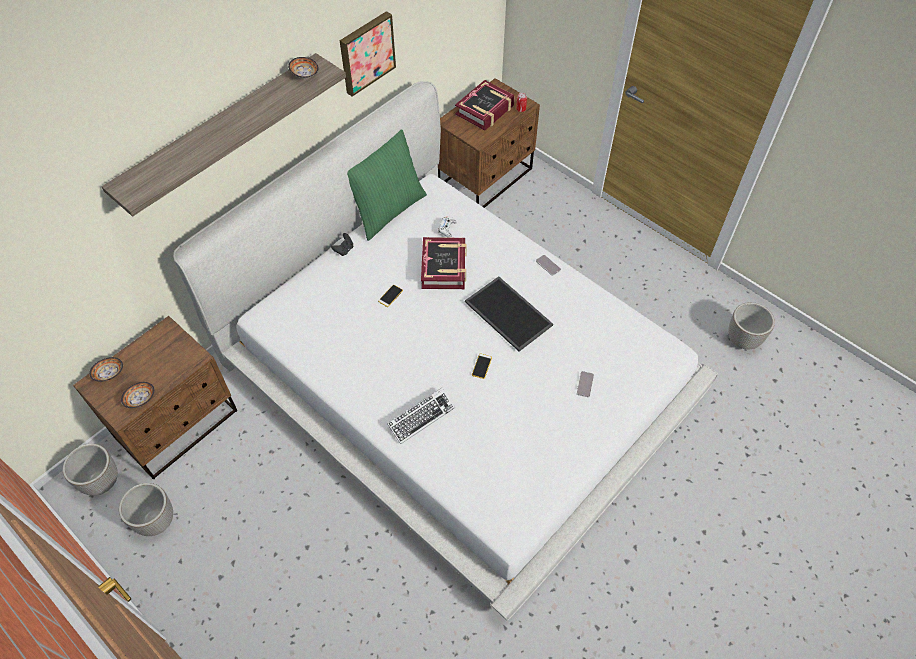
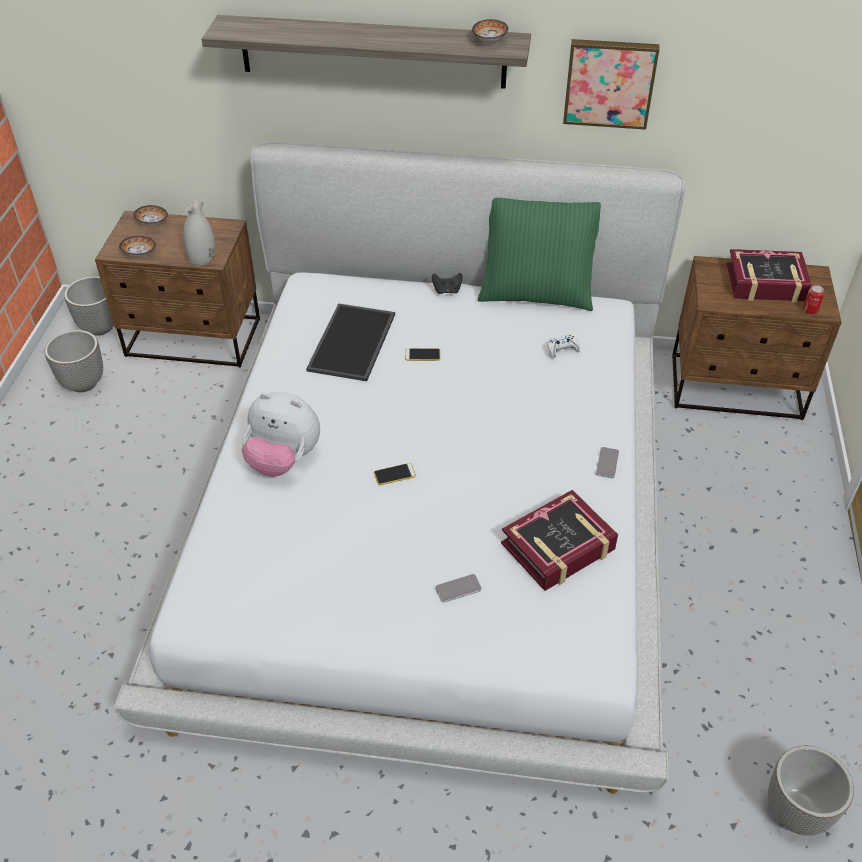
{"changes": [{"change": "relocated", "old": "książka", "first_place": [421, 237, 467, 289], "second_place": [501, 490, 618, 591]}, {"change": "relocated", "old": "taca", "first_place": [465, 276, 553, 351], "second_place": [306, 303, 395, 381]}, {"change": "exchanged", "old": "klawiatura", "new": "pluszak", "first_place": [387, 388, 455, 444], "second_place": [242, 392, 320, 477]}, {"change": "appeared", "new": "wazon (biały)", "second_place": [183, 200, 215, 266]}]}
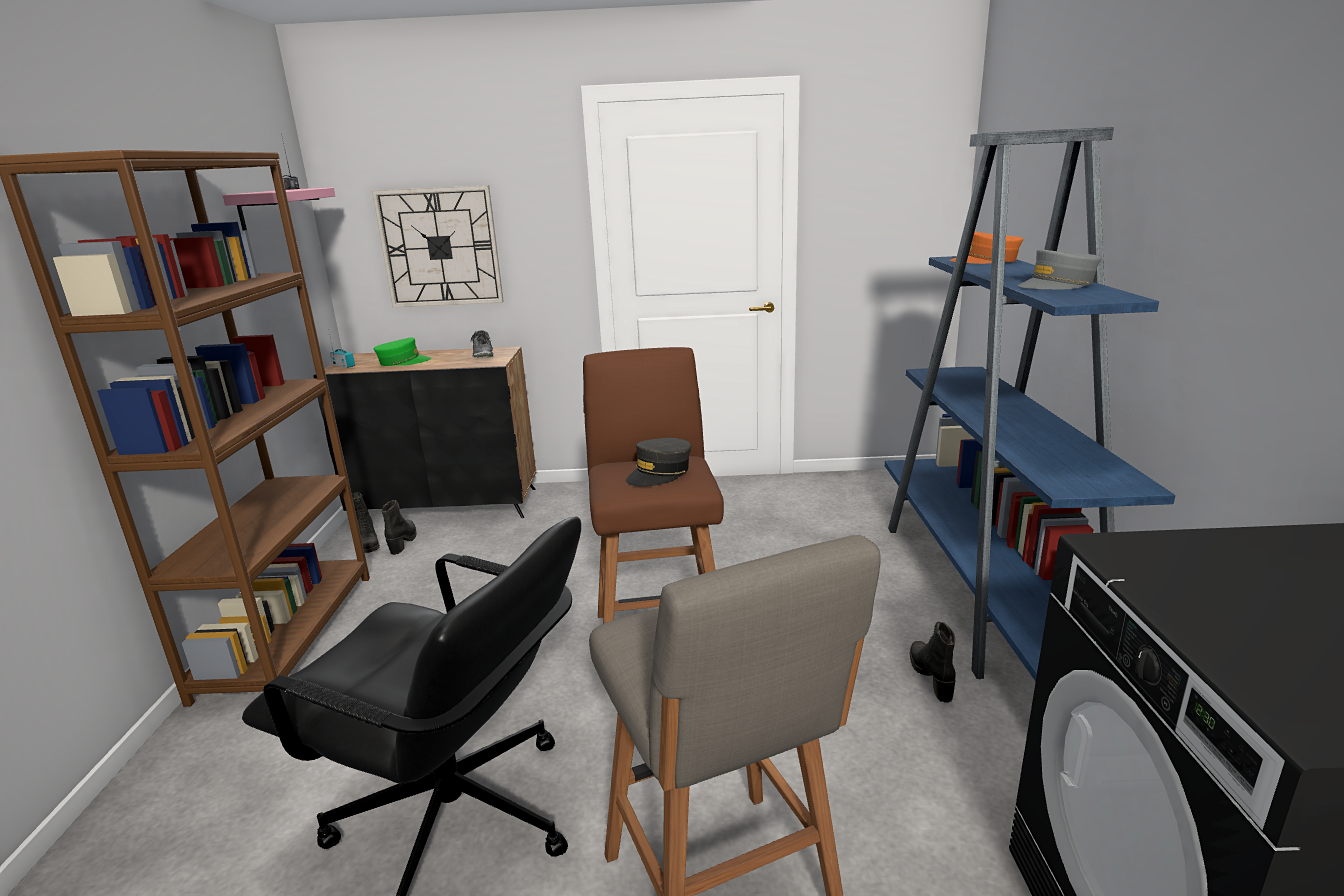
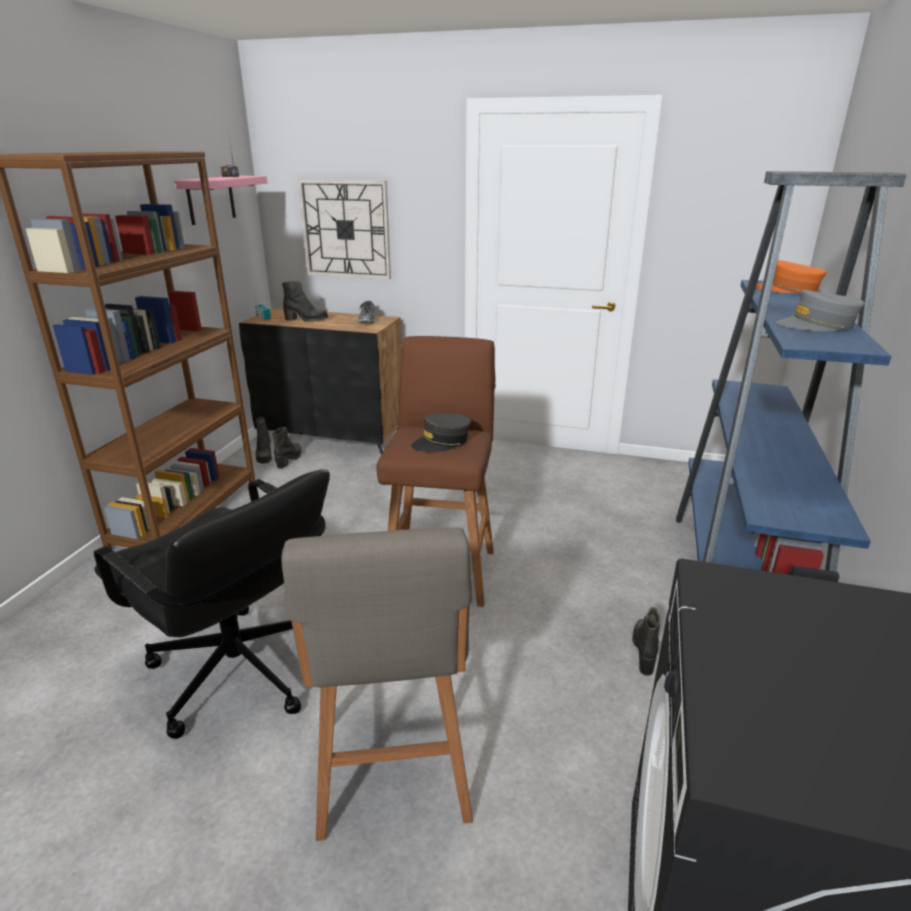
{"changes": [{"change": "exchanged", "old": "czapka z daszkiem (zielony)", "new": "but z cholewką (czarny)", "first_place": [374, 337, 432, 366], "second_place": [282, 281, 328, 322]}]}
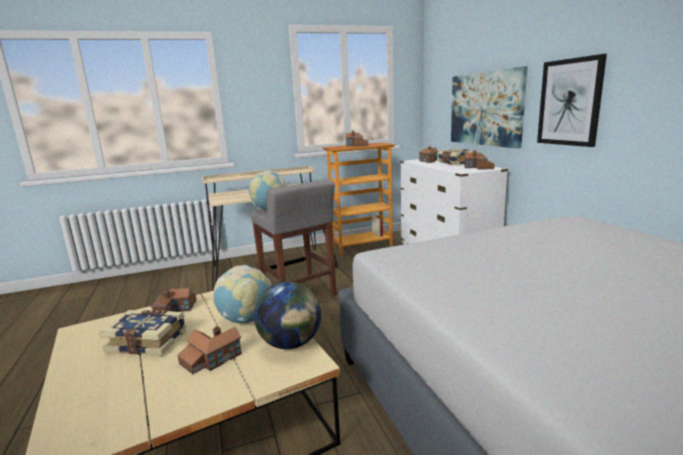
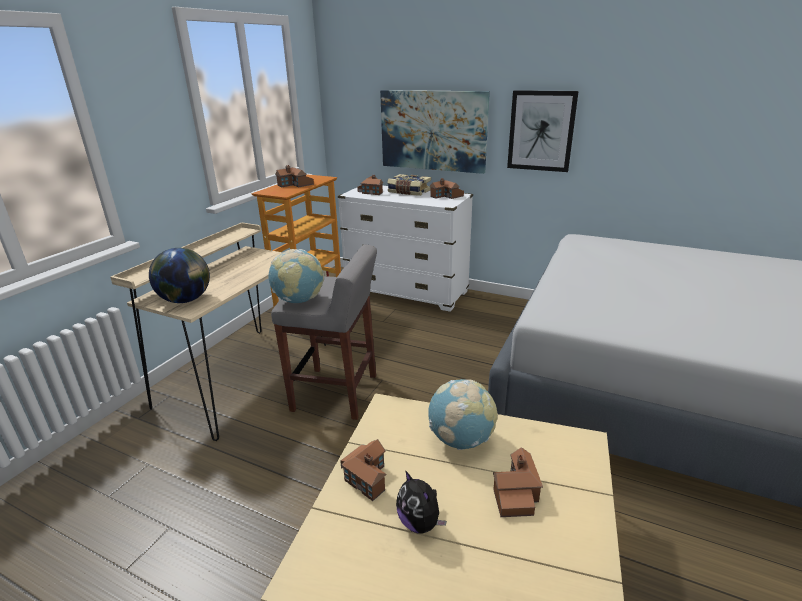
{"changes": [{"change": "relocated", "old": "globus", "first_place": [254, 282, 321, 349], "second_place": [149, 248, 210, 303]}, {"change": "exchanged", "old": "książka", "new": "pluszak", "first_place": [99, 310, 186, 355], "second_place": [396, 470, 447, 534]}]}
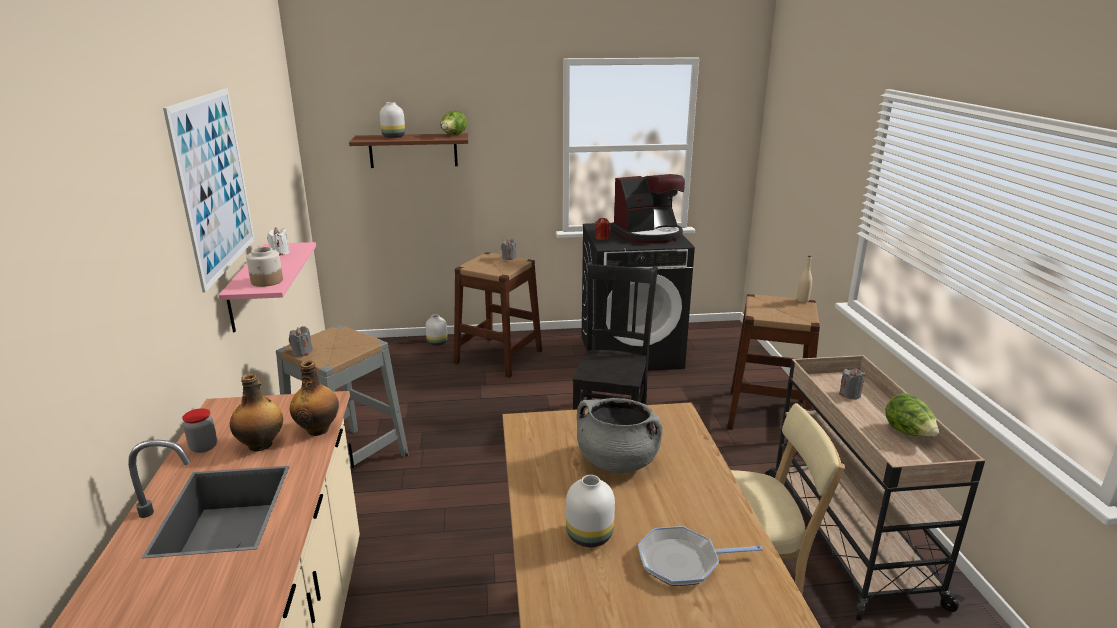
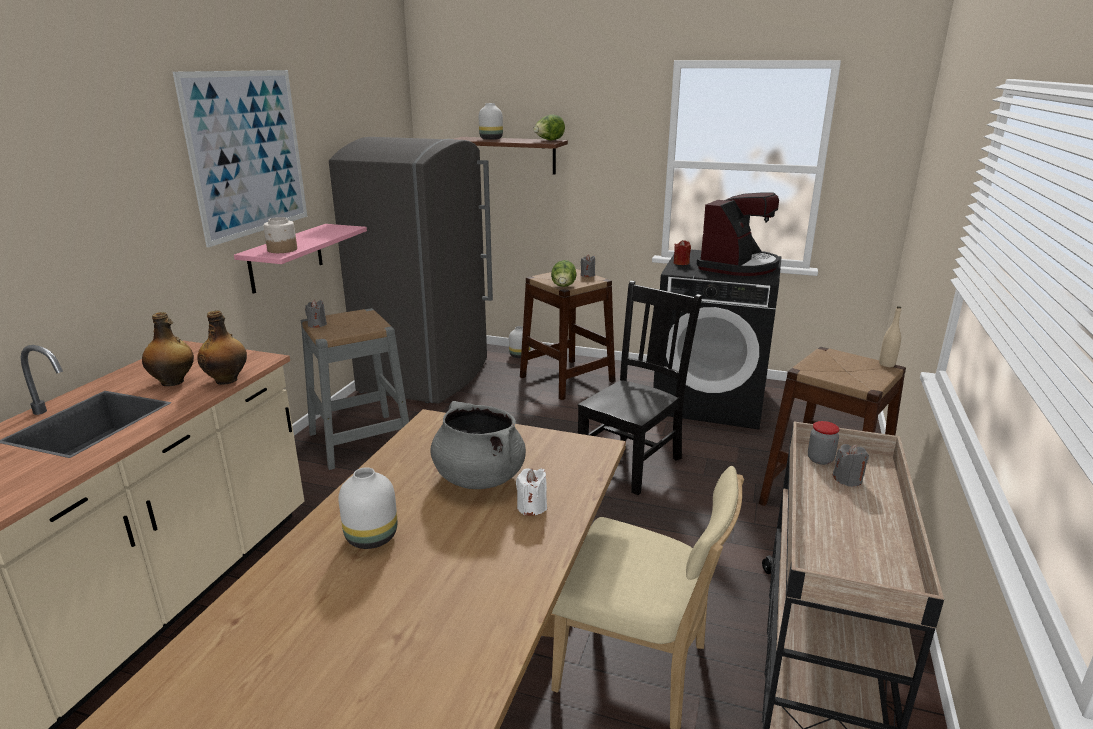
{"changes": [{"change": "spun", "old": "ekspres do kawy", "first_place": [610, 174, 685, 243], "second_place": [696, 193, 780, 276], "degrees": -60}, {"change": "relocated", "old": "świeca (biały)", "first_place": [267, 227, 290, 255], "second_place": [516, 468, 547, 516]}, {"change": "relocated", "old": "sałata", "first_place": [885, 393, 939, 437], "second_place": [551, 260, 577, 287]}, {"change": "relocated", "old": "słoik", "first_place": [182, 408, 217, 453], "second_place": [808, 421, 840, 465]}, {"change": "missing", "old": "patelnia", "first_place": [638, 526, 763, 586]}, {"change": "appeared", "new": "lodówka (szary)", "second_place": [329, 137, 493, 404]}]}
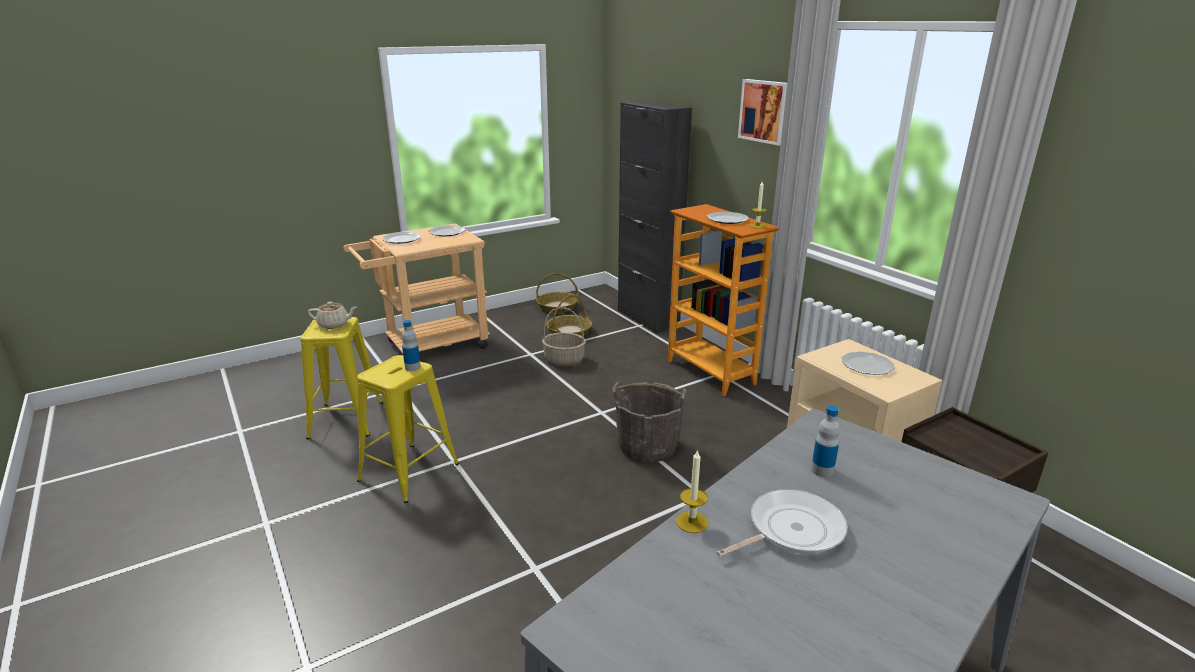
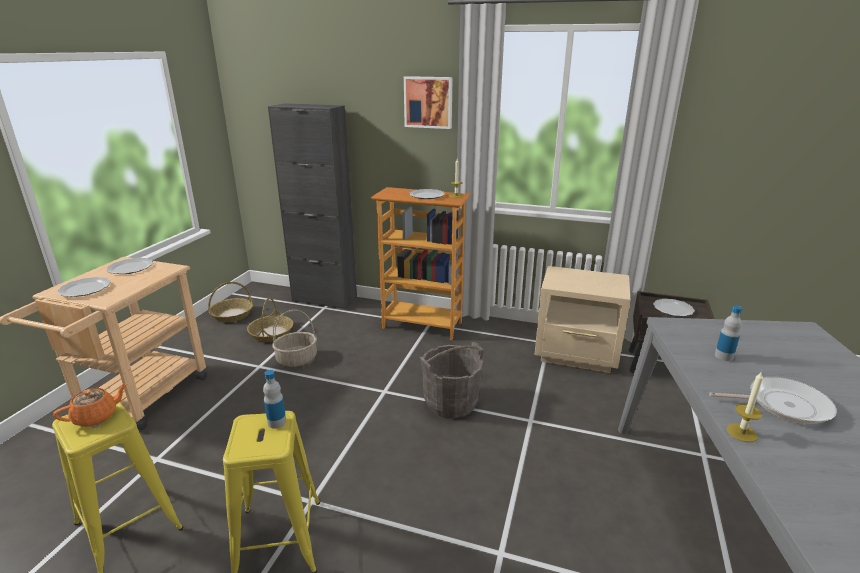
{"changes": [{"change": "colour", "old": "imbryk (beżowy)", "new": "imbryk (pomarańczowy)", "first_place": [308, 302, 357, 329], "second_place": [53, 383, 128, 427]}, {"change": "relocated", "old": "talerz", "first_place": [842, 352, 895, 375], "second_place": [653, 299, 695, 316]}, {"change": "spun", "old": "patelnia", "first_place": [716, 489, 848, 557], "second_place": [709, 377, 837, 424], "degrees": 75}]}
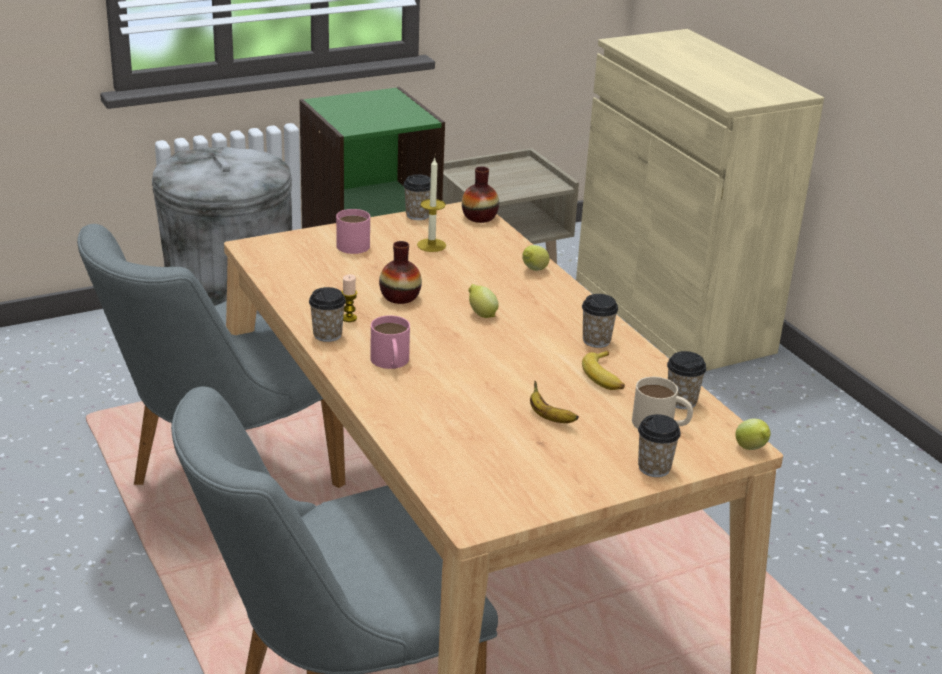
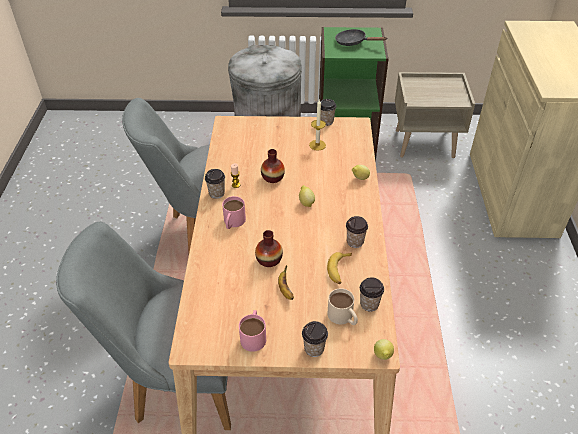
{"changes": [{"change": "relocated", "old": "wazon", "first_place": [462, 166, 499, 223], "second_place": [255, 230, 283, 267]}, {"change": "relocated", "old": "kubek (różowy)", "first_place": [336, 209, 370, 254], "second_place": [239, 310, 266, 352]}, {"change": "appeared", "new": "patelnia (czarny)", "second_place": [335, 29, 388, 46]}]}
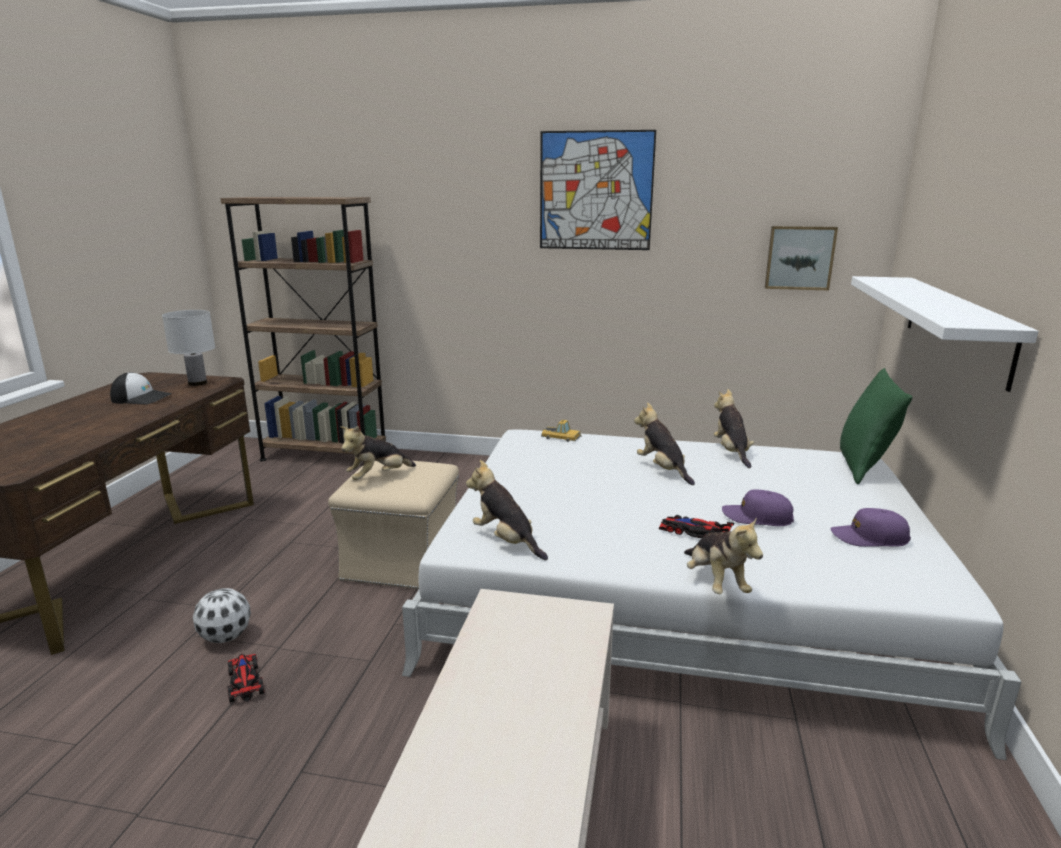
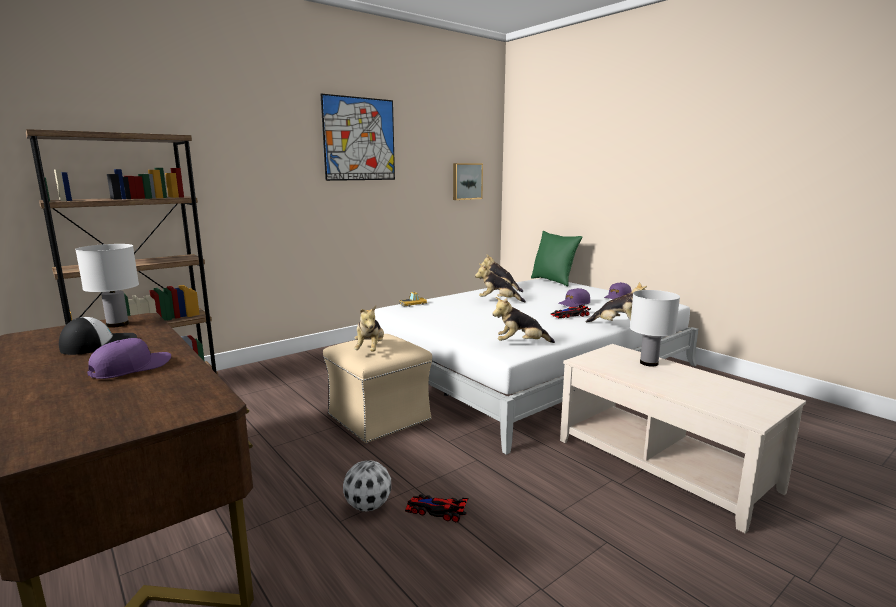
{"changes": [{"change": "missing", "old": "półka (biały)", "first_place": [851, 276, 1038, 392]}, {"change": "appeared", "new": "lampa stołowa (biały)", "second_place": [630, 290, 680, 367]}, {"change": "appeared", "new": "czapka z daszkiem (fioletowy)", "second_place": [87, 338, 171, 379]}]}
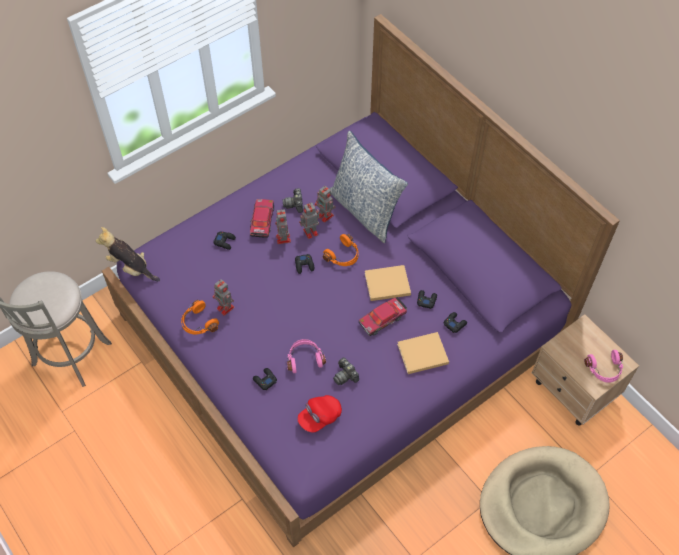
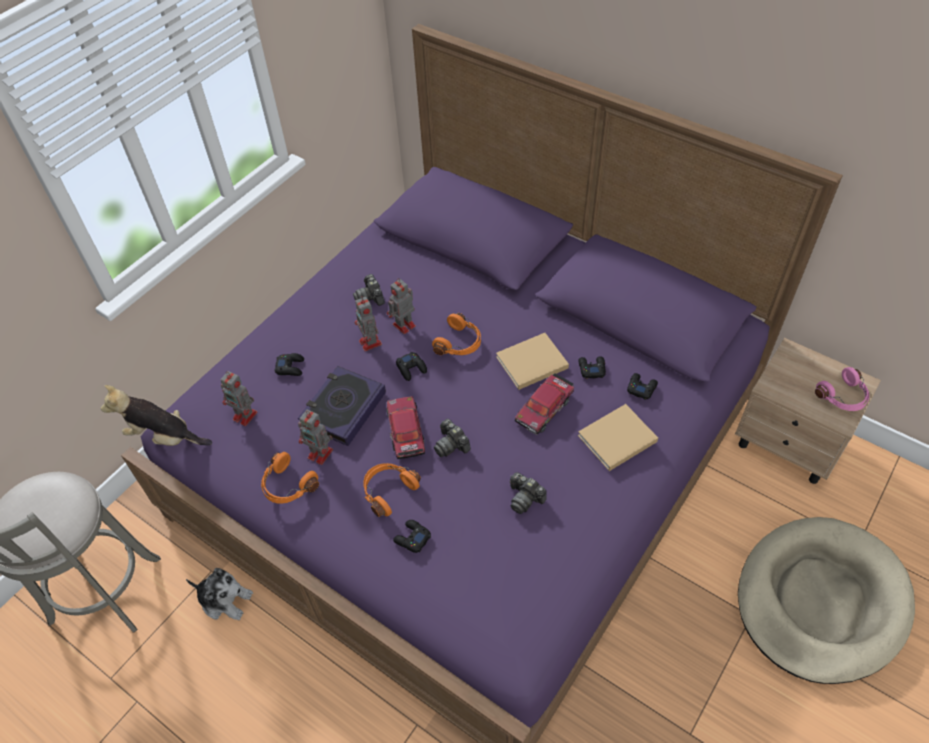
{"changes": [{"change": "missing", "old": "poduszka", "first_place": [329, 131, 408, 243]}, {"change": "relocated", "old": "robot zabawkowy", "first_place": [315, 186, 335, 223], "second_place": [221, 371, 258, 426]}, {"change": "relocated", "old": "samochodzik", "first_place": [250, 199, 274, 237], "second_place": [386, 396, 425, 459]}, {"change": "missing", "old": "słuchawki (różowy)", "first_place": [287, 339, 326, 373]}, {"change": "missing", "old": "czapka z daszkiem (czerwony)", "first_place": [297, 395, 342, 433]}, {"change": "appeared", "new": "książka", "second_place": [298, 366, 386, 446]}, {"change": "appeared", "new": "aparat fotograficzny", "second_place": [434, 419, 471, 457]}, {"change": "appeared", "new": "słuchawki (pomarańczowy)", "second_place": [363, 463, 421, 517]}, {"change": "appeared", "new": "pluszak", "second_place": [186, 568, 253, 620]}]}
